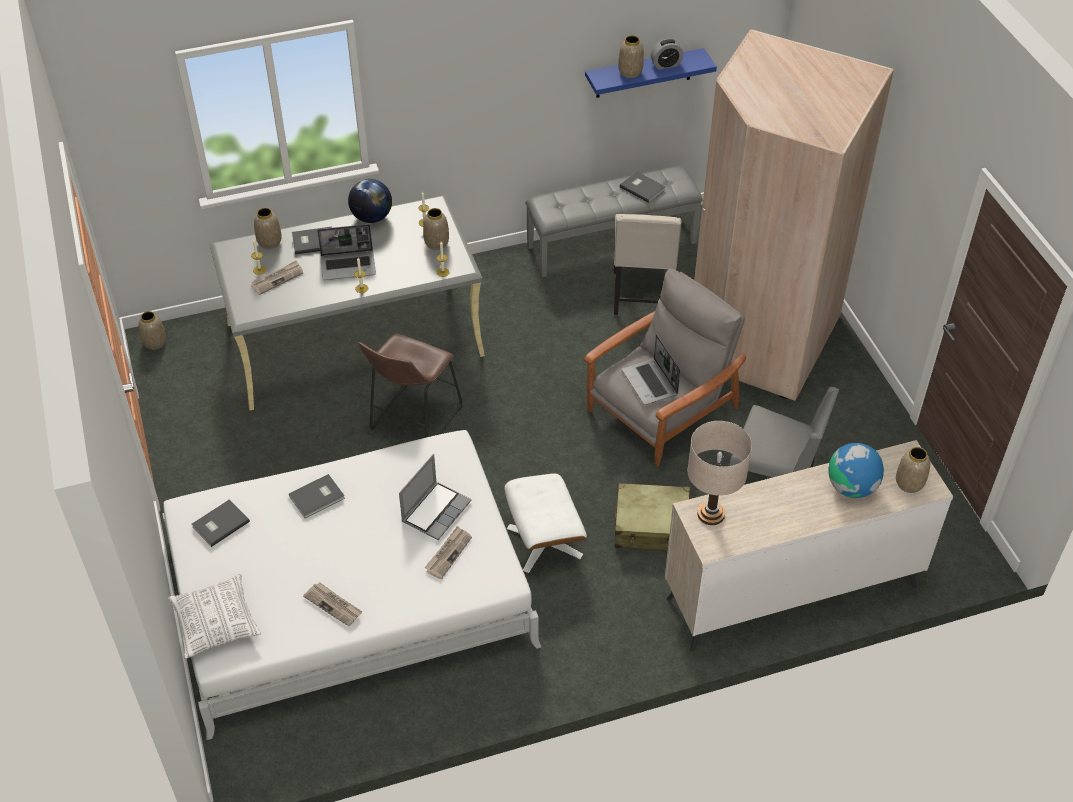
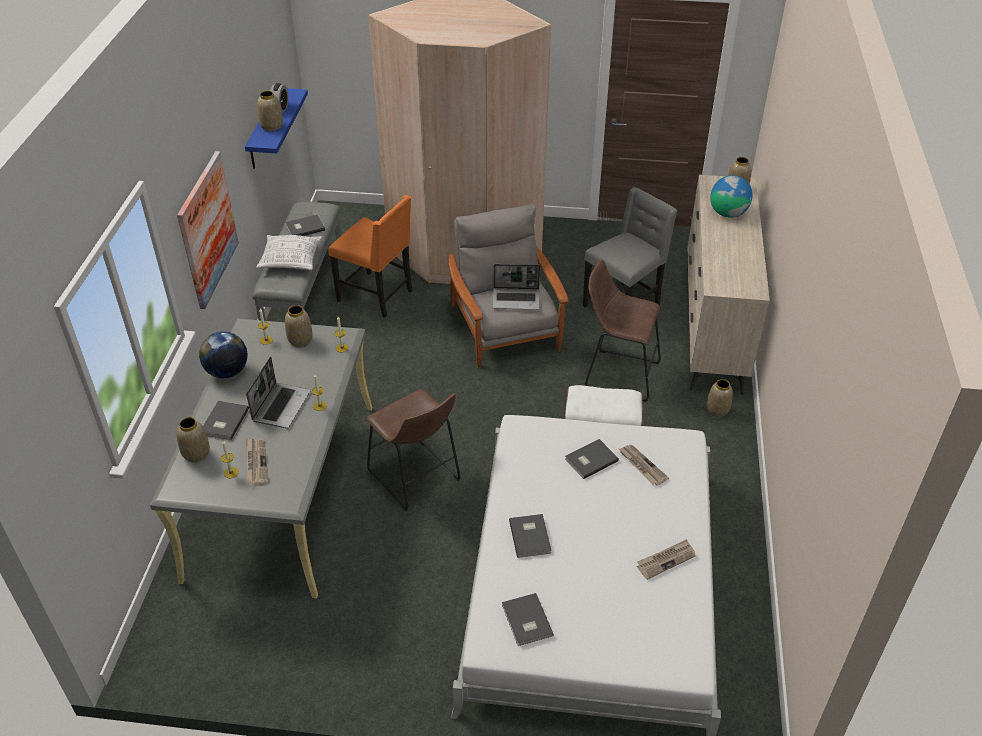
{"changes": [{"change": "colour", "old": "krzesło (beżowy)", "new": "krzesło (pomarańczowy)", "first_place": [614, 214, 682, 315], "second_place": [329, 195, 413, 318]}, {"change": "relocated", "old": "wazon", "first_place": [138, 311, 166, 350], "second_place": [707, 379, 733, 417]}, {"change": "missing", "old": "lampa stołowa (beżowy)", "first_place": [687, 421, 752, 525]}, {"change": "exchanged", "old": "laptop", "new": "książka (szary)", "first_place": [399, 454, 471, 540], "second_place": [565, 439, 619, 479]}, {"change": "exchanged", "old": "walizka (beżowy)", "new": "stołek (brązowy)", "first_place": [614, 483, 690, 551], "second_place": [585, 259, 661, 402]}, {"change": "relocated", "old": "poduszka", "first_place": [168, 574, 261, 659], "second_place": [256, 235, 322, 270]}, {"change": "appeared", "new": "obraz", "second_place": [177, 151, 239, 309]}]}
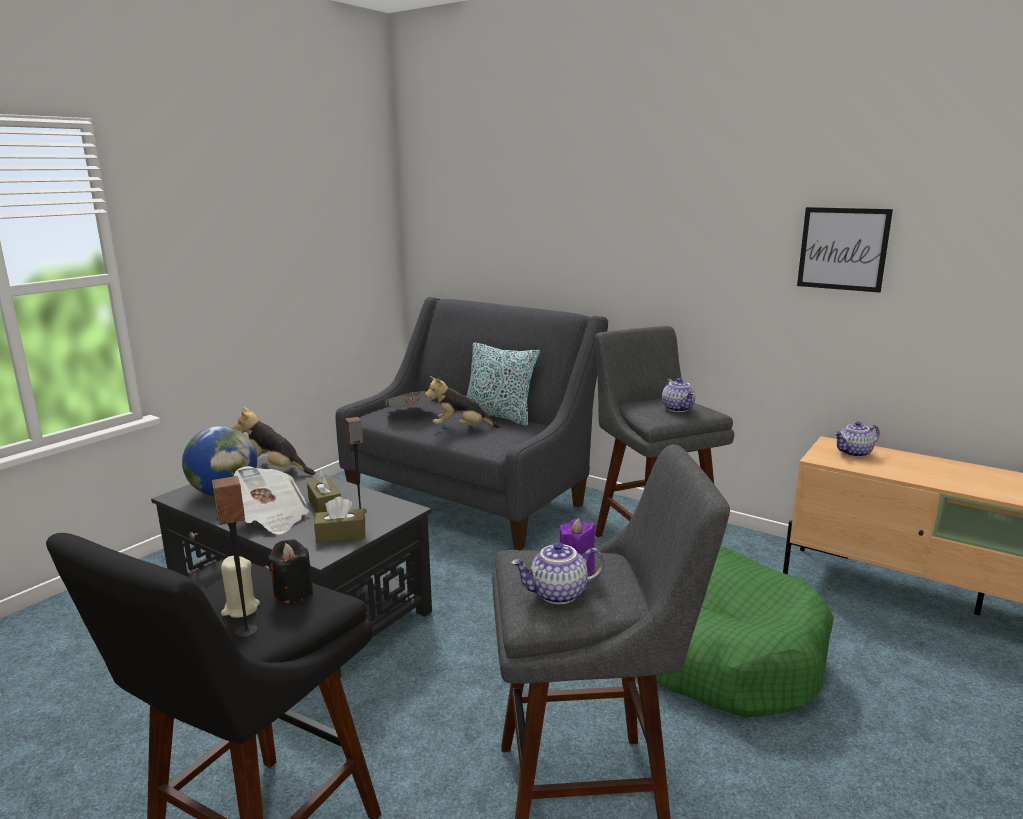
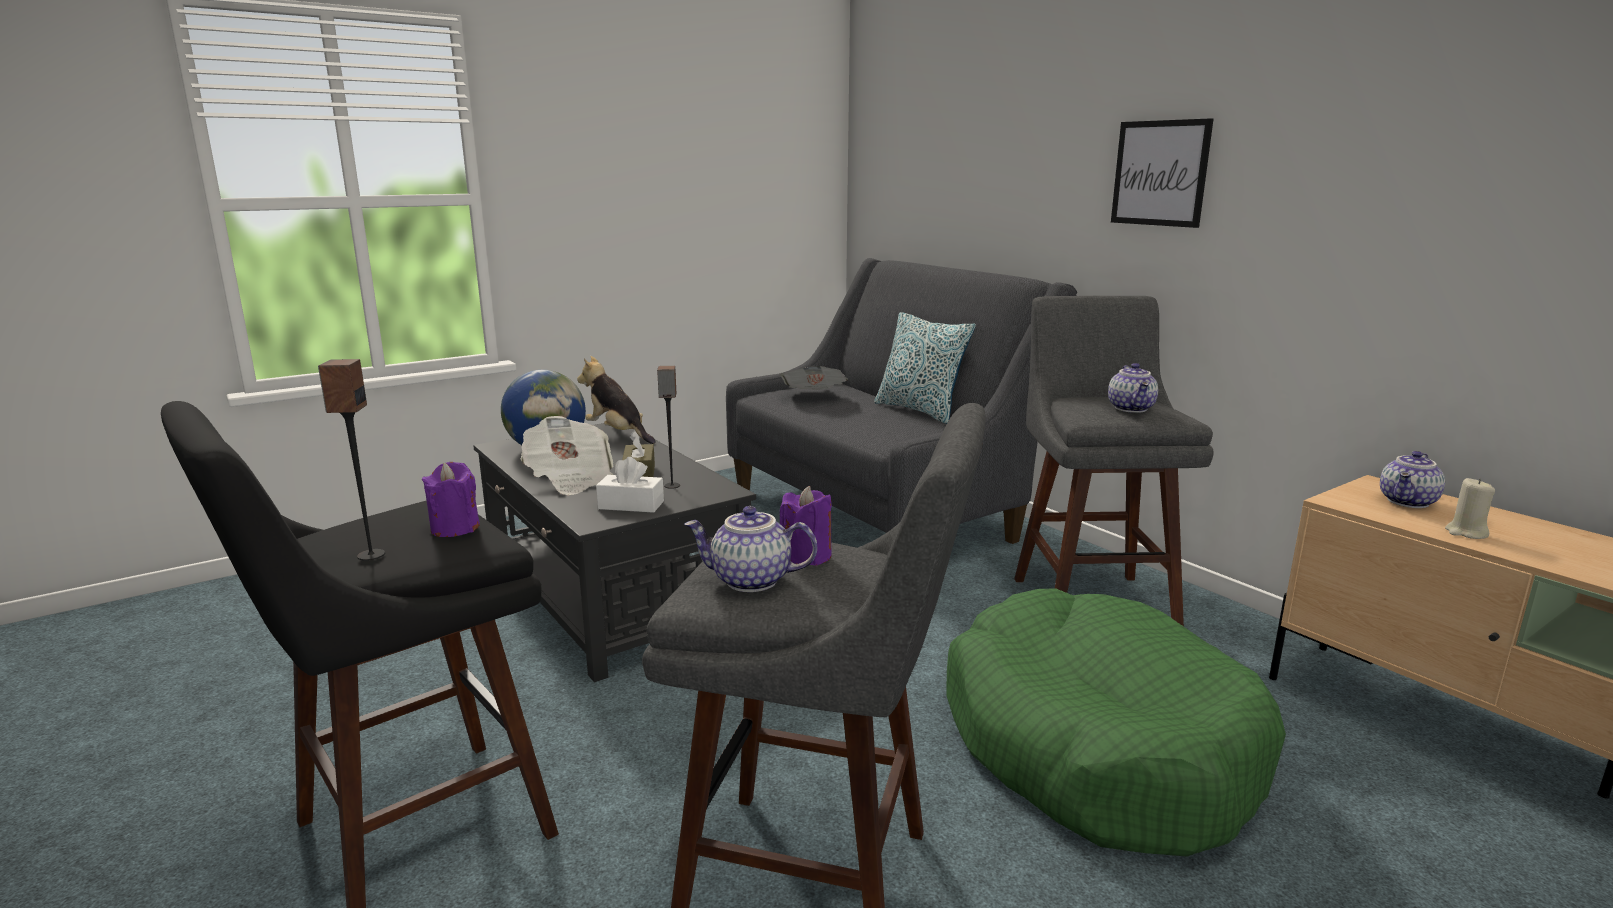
{"changes": [{"change": "relocated", "old": "obraz", "first_place": [797, 207, 893, 293], "second_place": [1111, 118, 1213, 228]}, {"change": "missing", "old": "pluszak", "first_place": [425, 376, 500, 428]}, {"change": "spun", "old": "imbryk", "first_place": [834, 421, 880, 457], "second_place": [1380, 451, 1445, 508], "degrees": -45}, {"change": "colour", "old": "pudełko chusteczek (brązowy)", "new": "pudełko chusteczek (biały)", "first_place": [314, 496, 365, 543], "second_place": [596, 457, 664, 513]}, {"change": "colour", "old": "świeca (czarny)", "new": "świeca (fioletowy)", "first_place": [268, 539, 313, 604], "second_place": [422, 462, 480, 537]}, {"change": "relocated", "old": "świeca (beżowy)", "first_place": [221, 556, 260, 618], "second_place": [1445, 478, 1495, 539]}]}
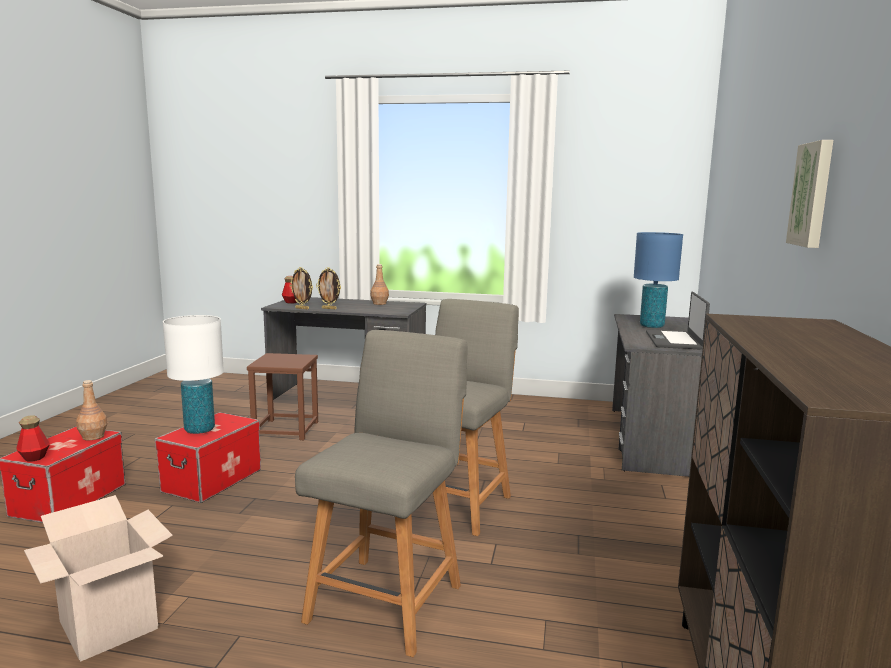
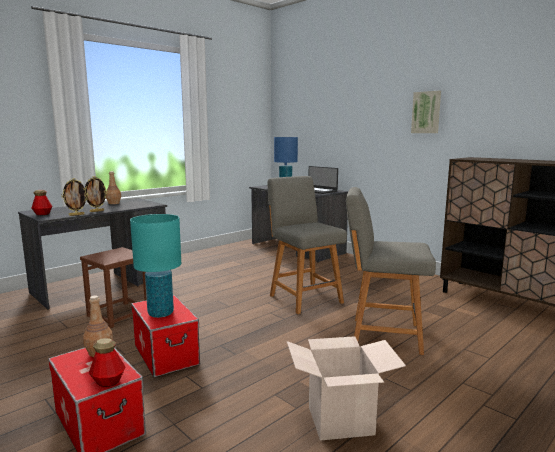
{"changes": [{"change": "colour", "old": "lampa stołowa (biały)", "new": "lampa stołowa (turkusowy)", "first_place": [163, 315, 224, 434], "second_place": [130, 214, 181, 318]}, {"change": "spun", "old": "krzesło (szary)", "first_place": [295, 330, 467, 657], "second_place": [346, 187, 436, 355], "degrees": -45}]}
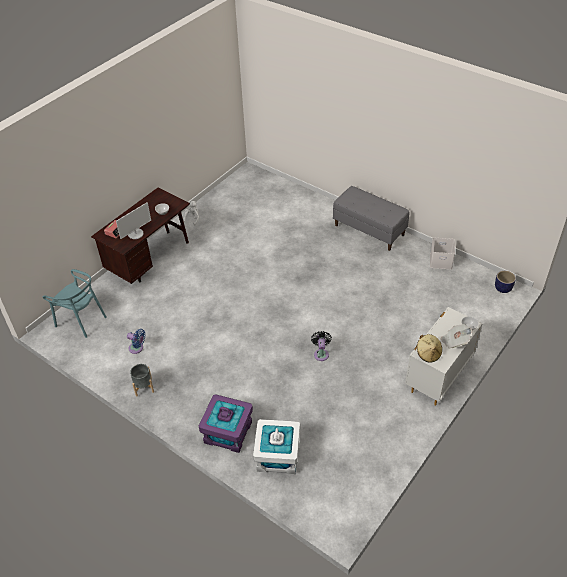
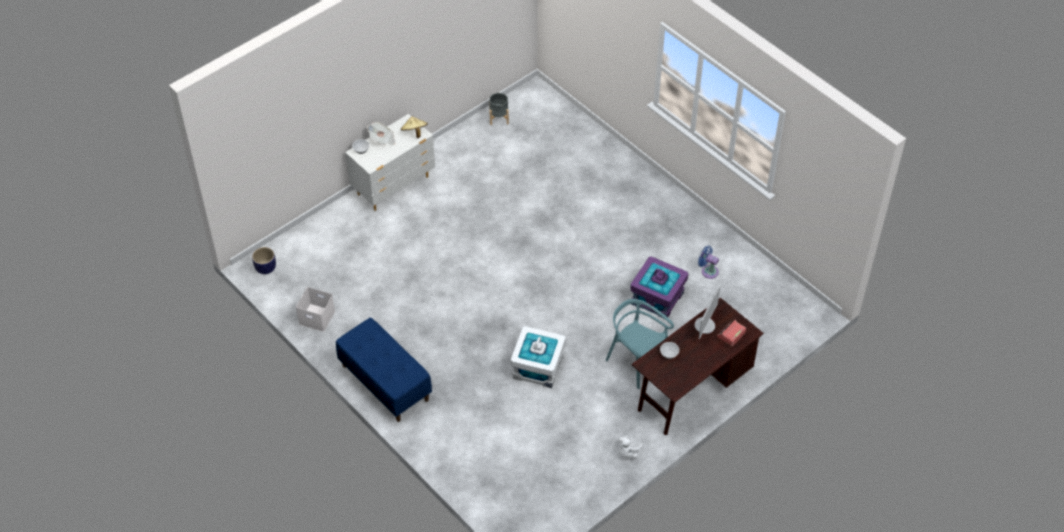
{"changes": [{"change": "colour", "old": "ławka (szary)", "new": "ławka (niebieski)", "first_place": [333, 186, 409, 251], "second_place": [336, 318, 432, 422]}, {"change": "spun", "old": "monitor", "first_place": [116, 202, 151, 239], "second_place": [695, 285, 721, 339], "degrees": 150}, {"change": "relocated", "old": "krzesło (turkusowy)", "first_place": [42, 269, 107, 338], "second_place": [606, 299, 674, 389]}, {"change": "missing", "old": "wentylator (czarny)", "first_place": [311, 331, 332, 361]}, {"change": "relocated", "old": "donica (szary)", "first_place": [130, 364, 154, 396], "second_place": [489, 93, 509, 125]}, {"change": "relocated", "old": "pojemnik do przechowywania (fioletowy)", "first_place": [199, 394, 253, 453], "second_place": [630, 256, 688, 318]}, {"change": "relocated", "old": "pojemnik do przechowywania (biały)", "first_place": [253, 419, 300, 474], "second_place": [510, 326, 566, 388]}]}
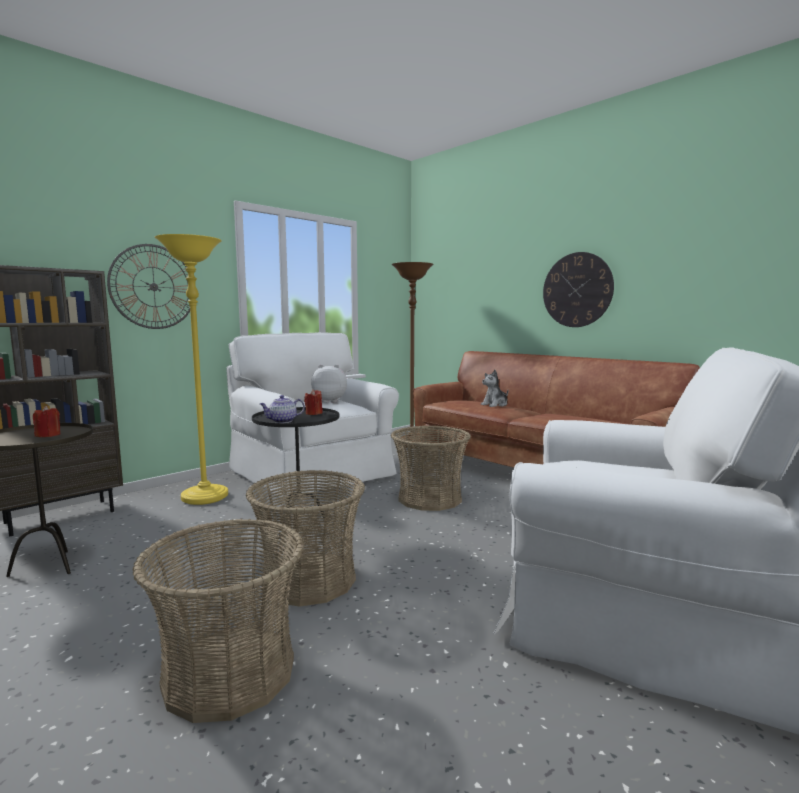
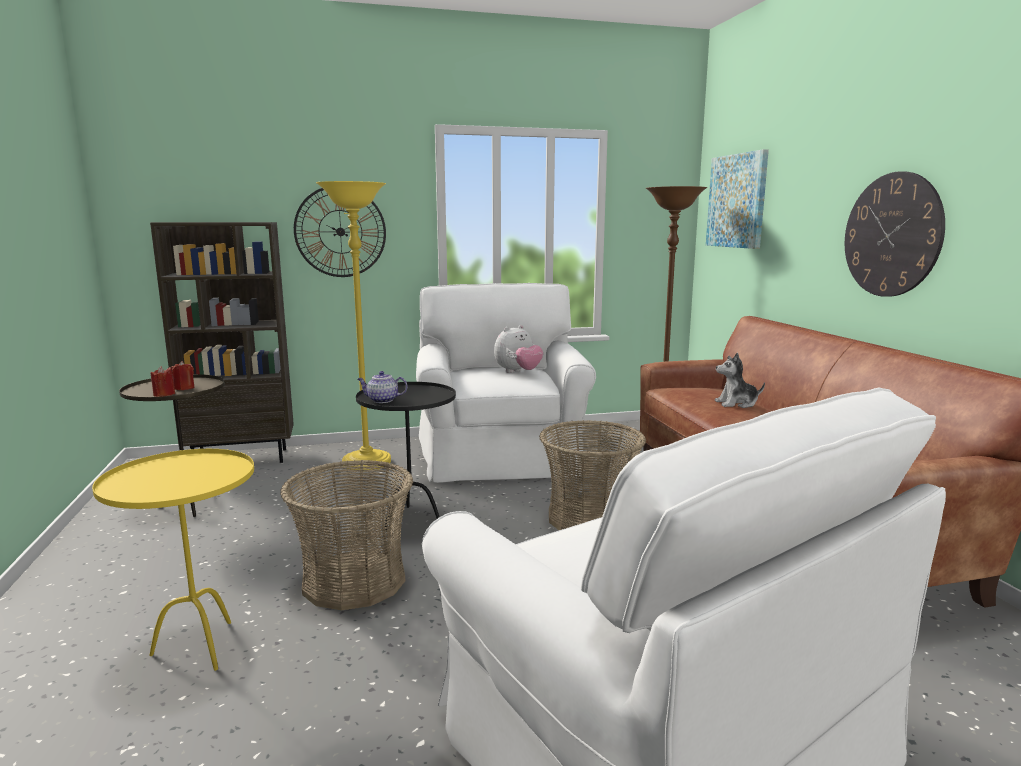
{"changes": [{"change": "spun", "old": "pluszak", "first_place": [311, 364, 347, 403], "second_place": [494, 325, 543, 373], "degrees": 105}, {"change": "relocated", "old": "świeca (czerwony)", "first_place": [304, 389, 322, 415], "second_place": [151, 366, 175, 397]}, {"change": "exchanged", "old": "koszyk", "new": "stolik (żółty)", "first_place": [132, 519, 304, 723], "second_place": [92, 449, 254, 671]}, {"change": "appeared", "new": "obraz", "second_place": [706, 149, 769, 249]}]}
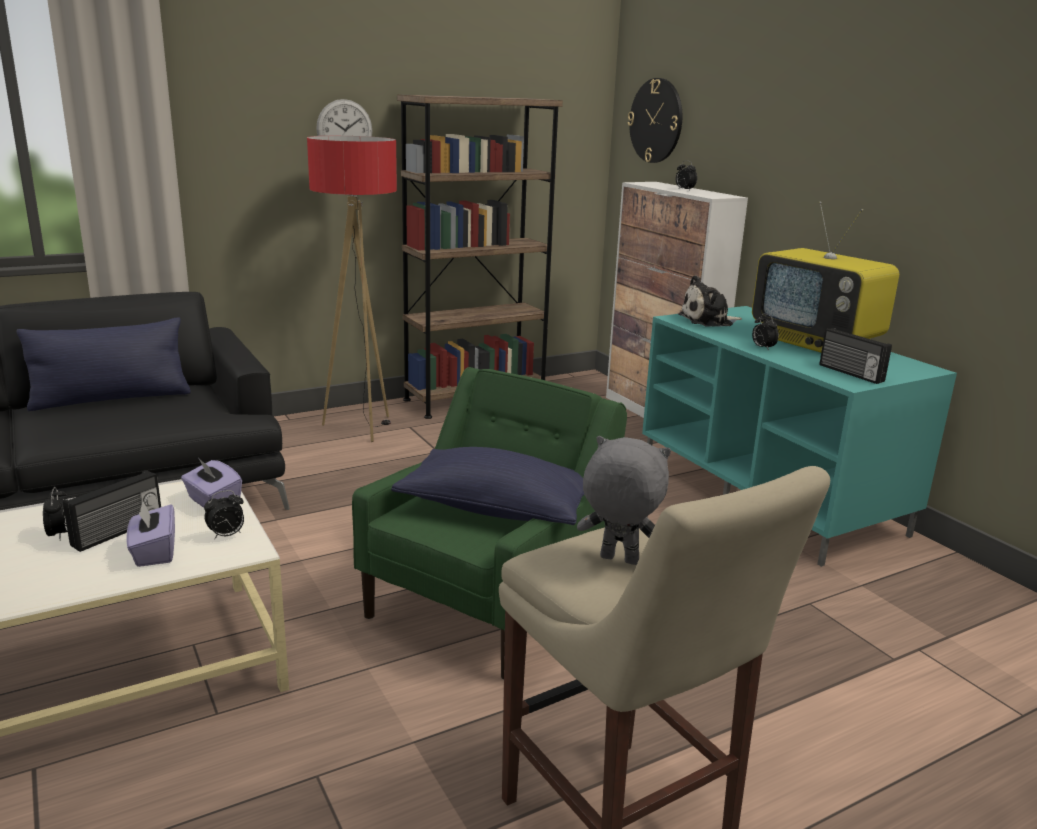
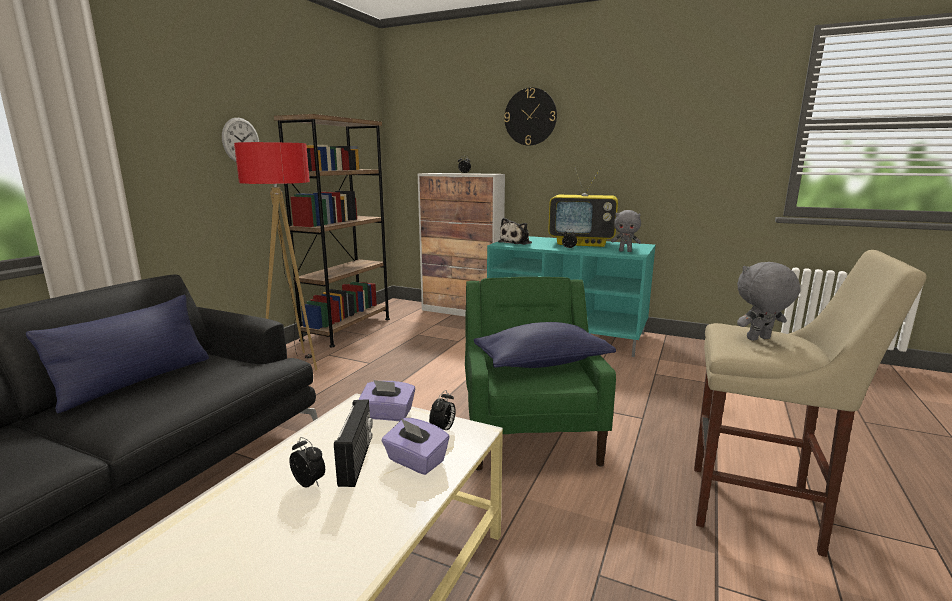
{"changes": [{"change": "relocated", "old": "zegar ścienny", "first_place": [628, 78, 682, 163], "second_place": [504, 88, 557, 146]}, {"change": "exchanged", "old": "radio", "new": "pluszak (szary)", "first_place": [819, 328, 892, 384], "second_place": [611, 210, 641, 252]}]}
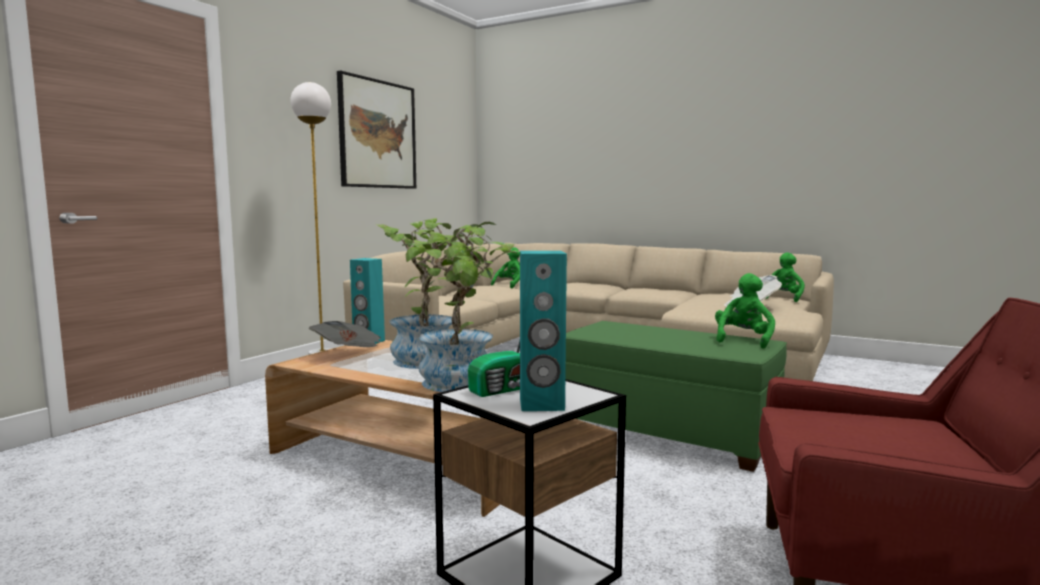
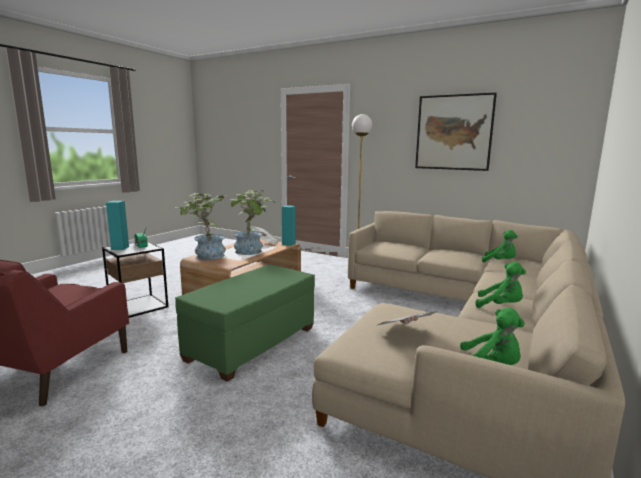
{"changes": [{"change": "relocated", "old": "pluszak (zielony)", "first_place": [715, 273, 775, 349], "second_place": [476, 262, 526, 308]}]}
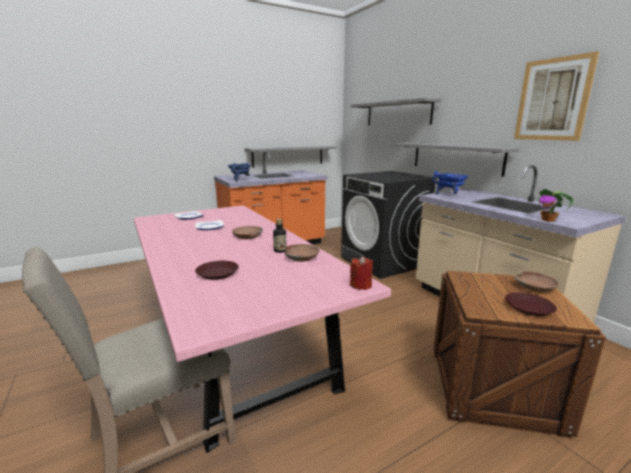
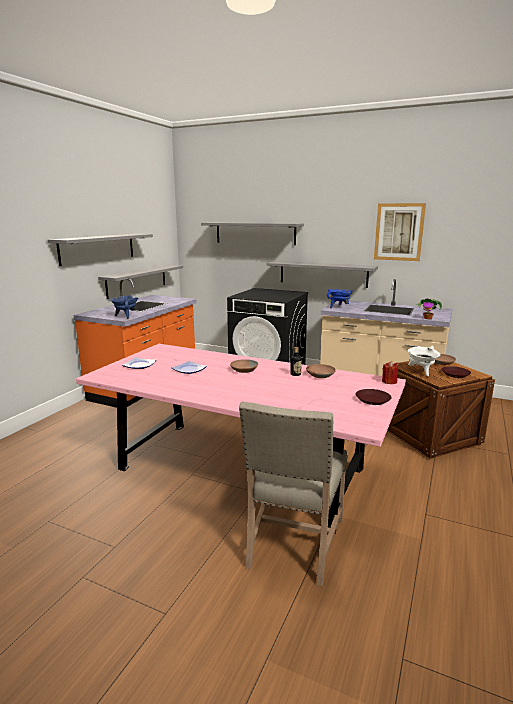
{"changes": [{"change": "relocated", "old": "talerz (brązowy)", "first_place": [195, 261, 239, 280], "second_place": [356, 389, 391, 405]}, {"change": "appeared", "new": "półka (szary)", "second_place": [48, 234, 153, 266]}, {"change": "appeared", "new": "garnek (biały)", "second_place": [407, 346, 440, 377]}]}
